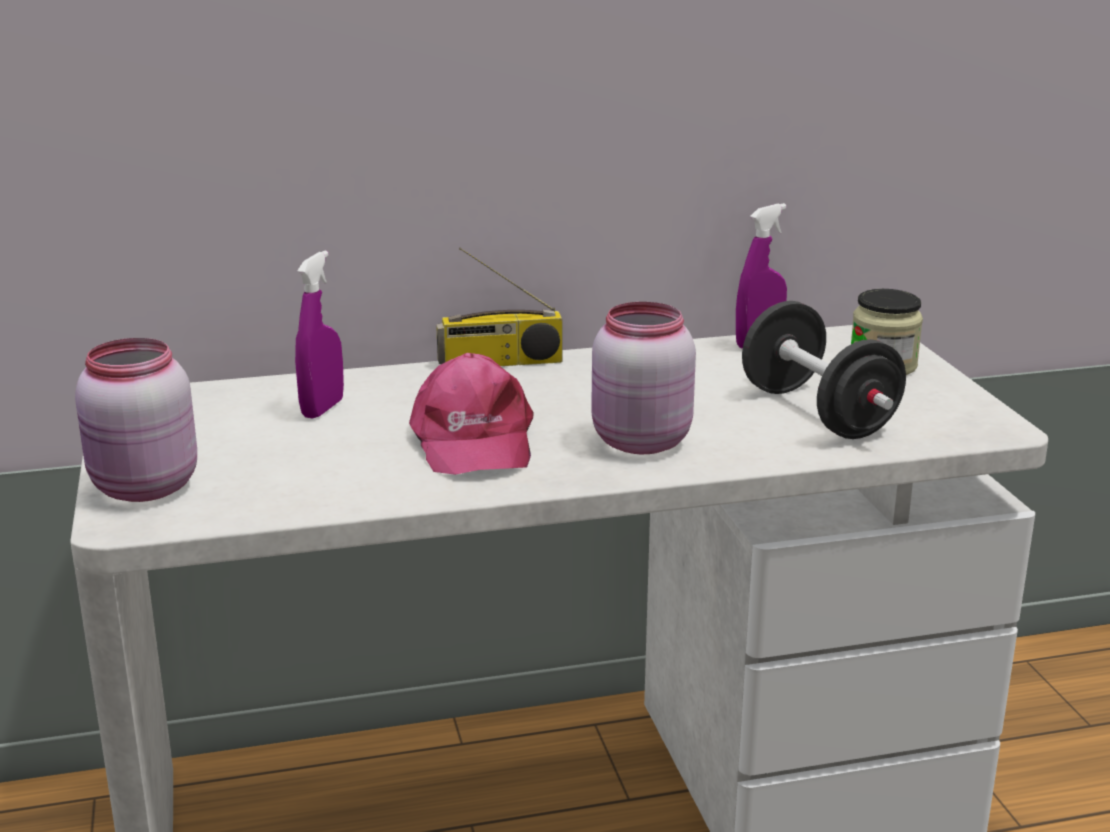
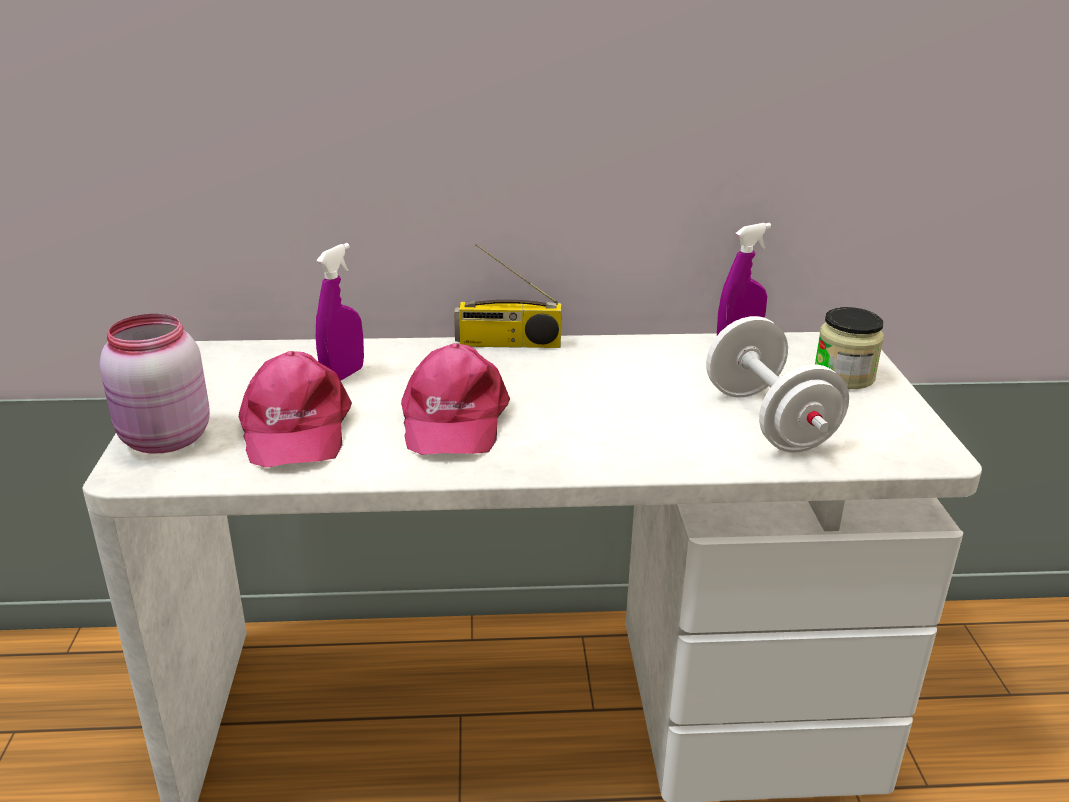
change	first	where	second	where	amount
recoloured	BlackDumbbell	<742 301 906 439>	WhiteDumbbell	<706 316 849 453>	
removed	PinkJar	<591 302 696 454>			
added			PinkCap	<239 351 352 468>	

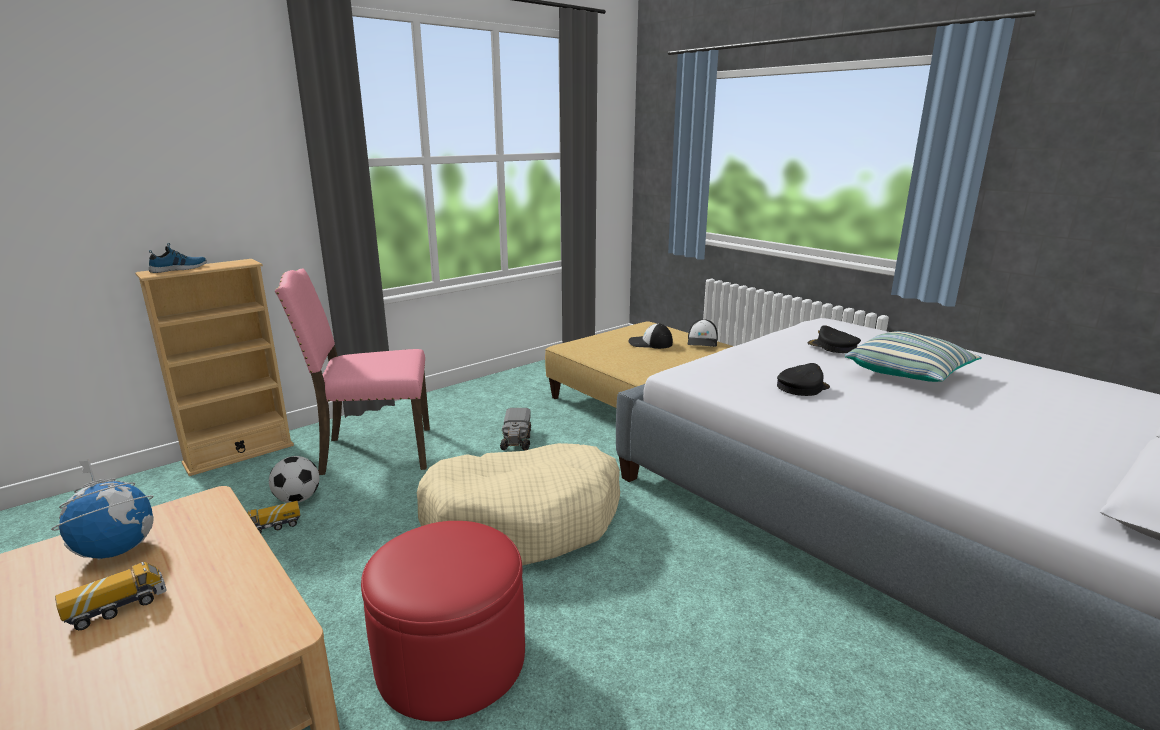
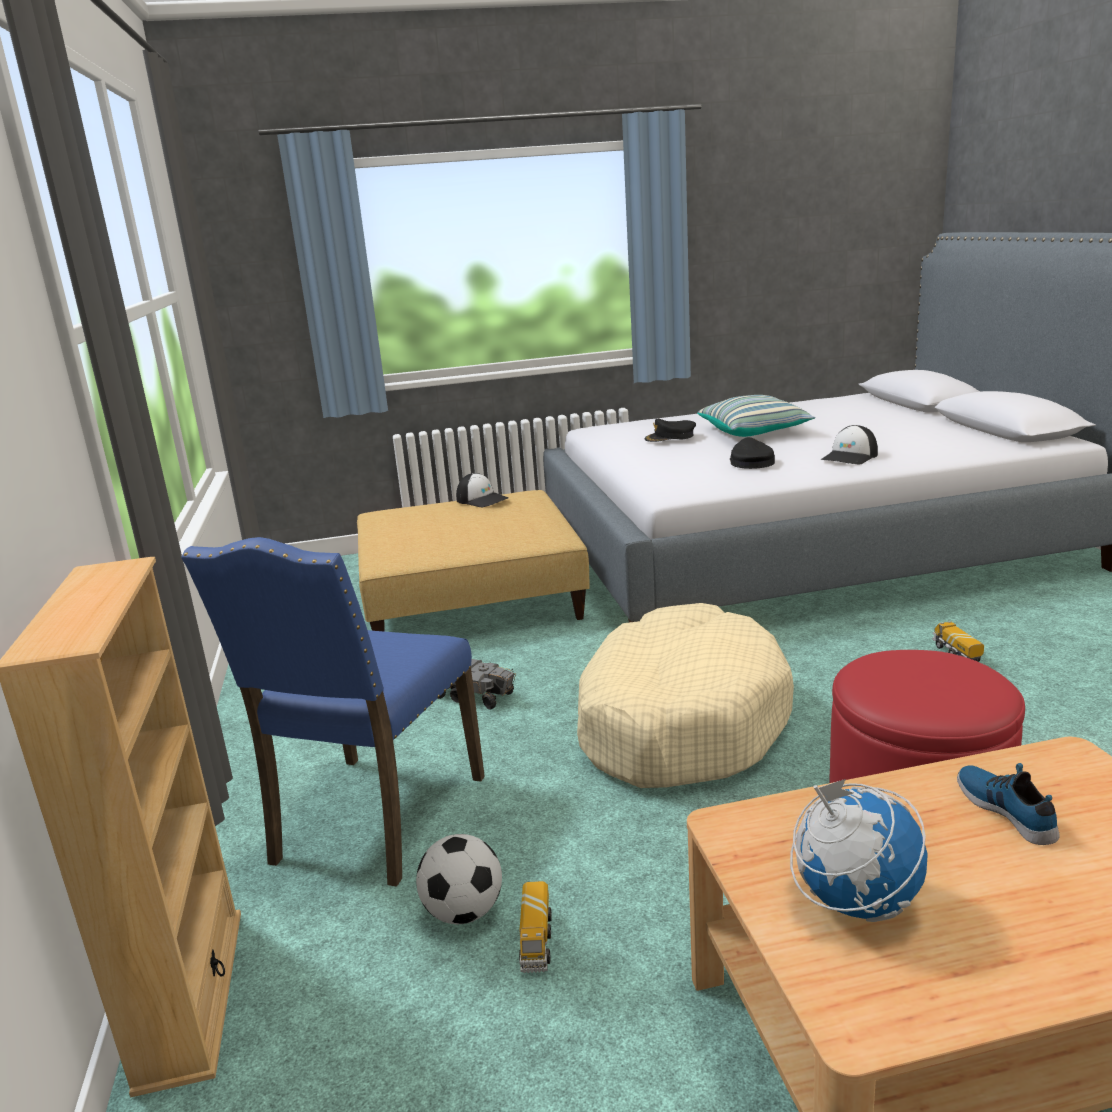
change	first	where	second	where	amount
moved	Shoe	<149 243 207 273>		<957 763 1059 845>	
recoloured	PinkChair	<275 269 430 475>	BlueChair	<181 537 485 887>	
moved	Cap	<628 324 673 349>		<821 425 878 465>	
moved	ToyTruck	<55 562 166 630>		<932 621 984 662>	

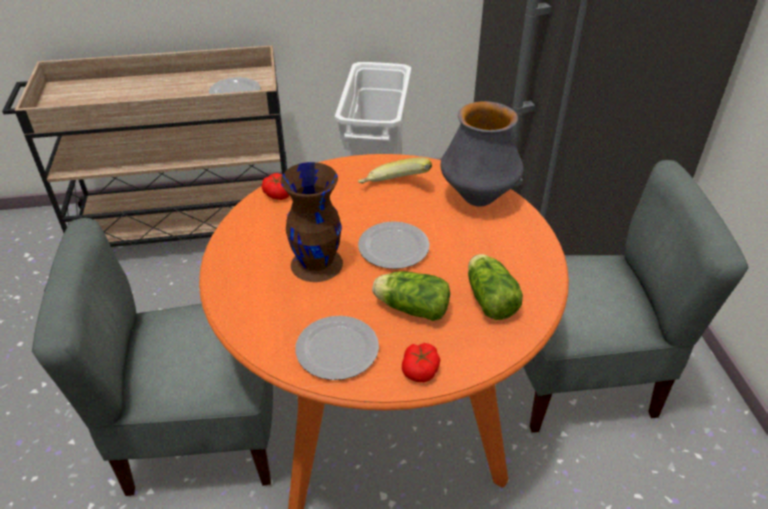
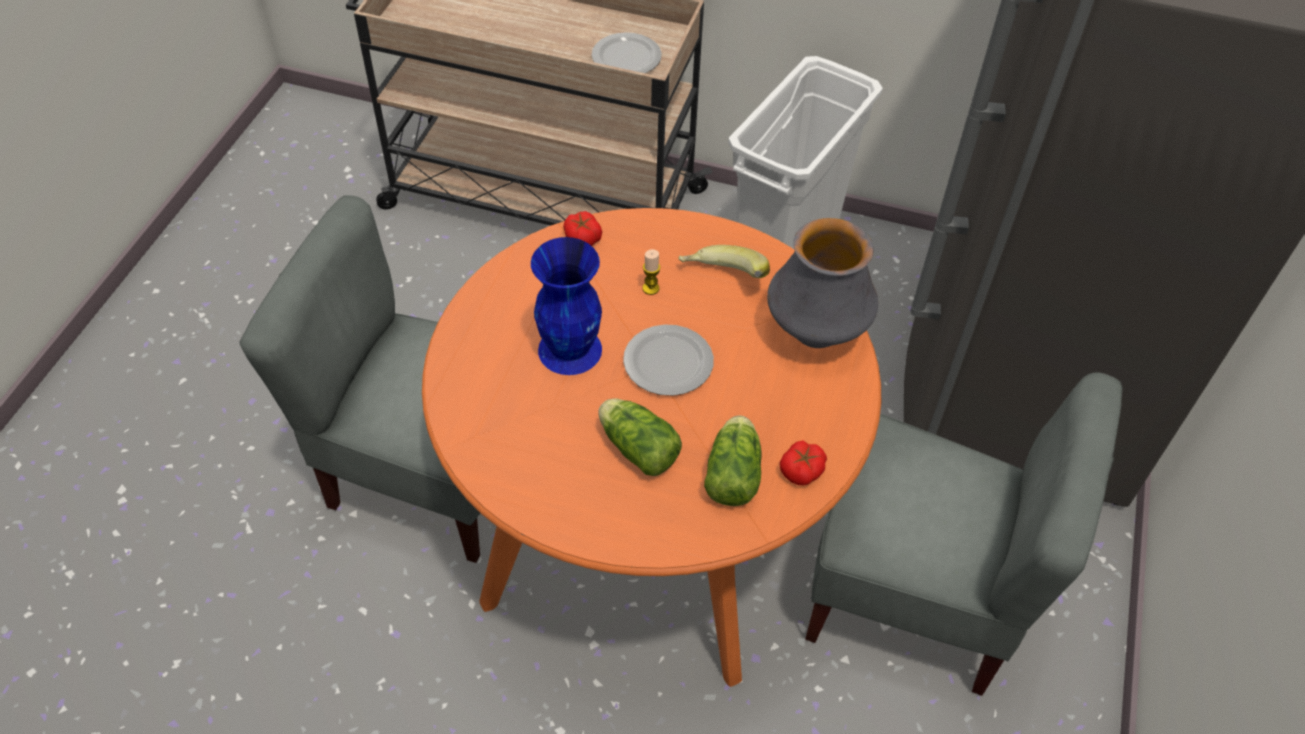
change	first	where	second	where	amount
recoloured	BrownVase	<281 162 343 282>	BlueVase	<531 237 602 375>	
removed	Plate	<295 316 379 380>			
moved	Tomato	<402 343 440 382>		<780 440 827 486>	
added			Candle	<642 249 660 295>	

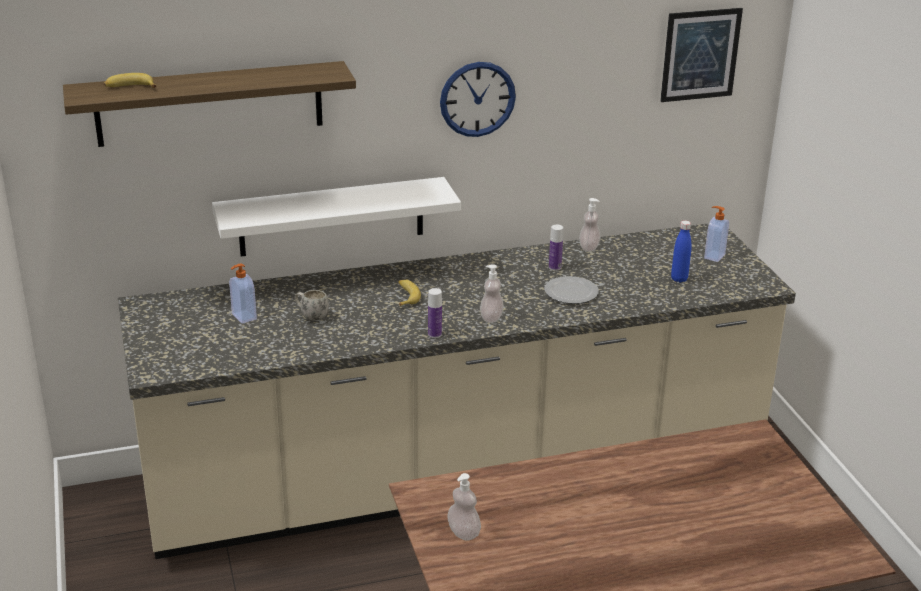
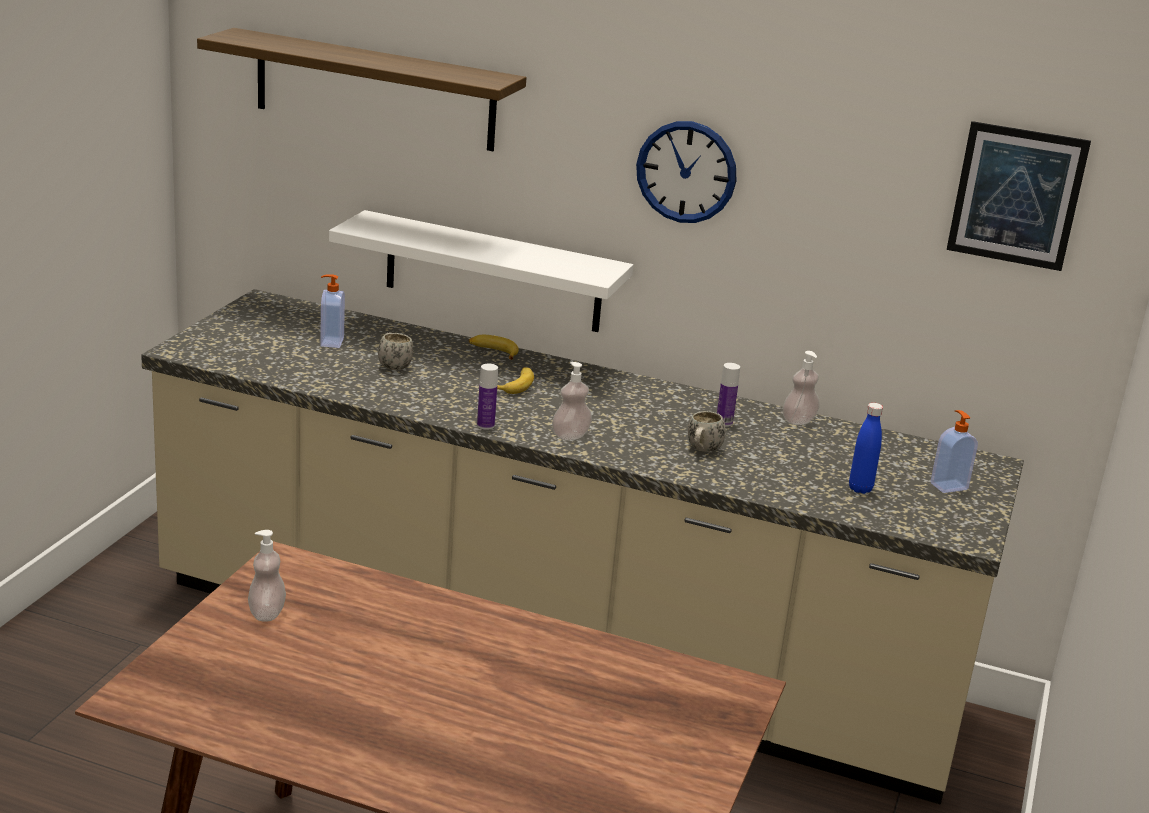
change	first	where	second	where	amount
moved	Banana	<104 73 156 88>		<469 335 519 360>	
replaced	Plate	<544 276 599 304>	WhiteMug	<688 411 725 452>	

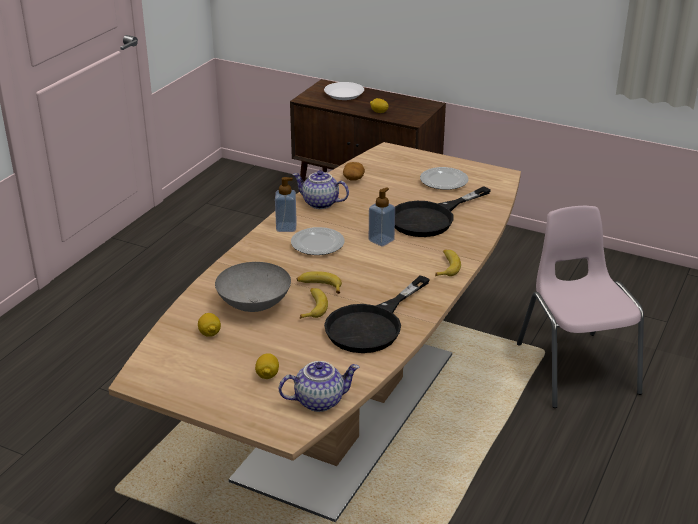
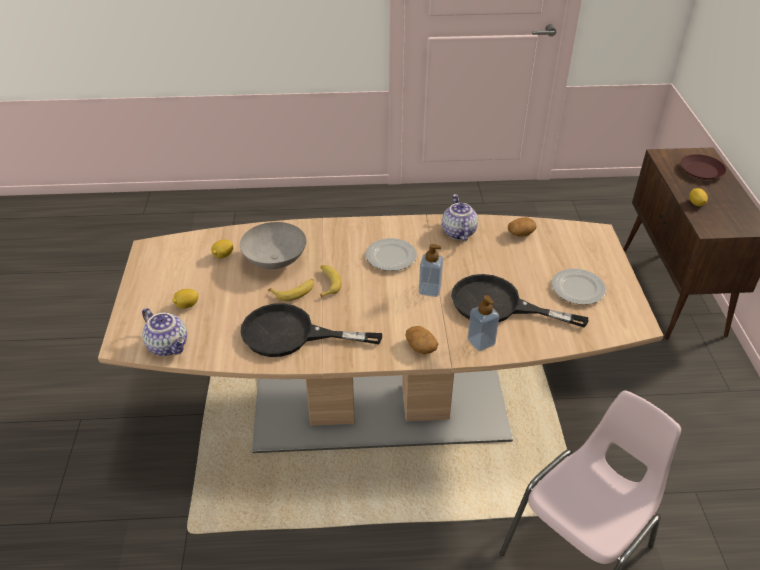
change	first	where	second	where	amount
recoloured	WhitePlate	<324 82 364 100>	BrownPlate	<680 154 726 180>	
moved	SoapDispenser	<275 177 297 232>		<467 295 499 351>	
replaced	Banana	<435 249 461 276>	Potato	<406 326 438 354>	

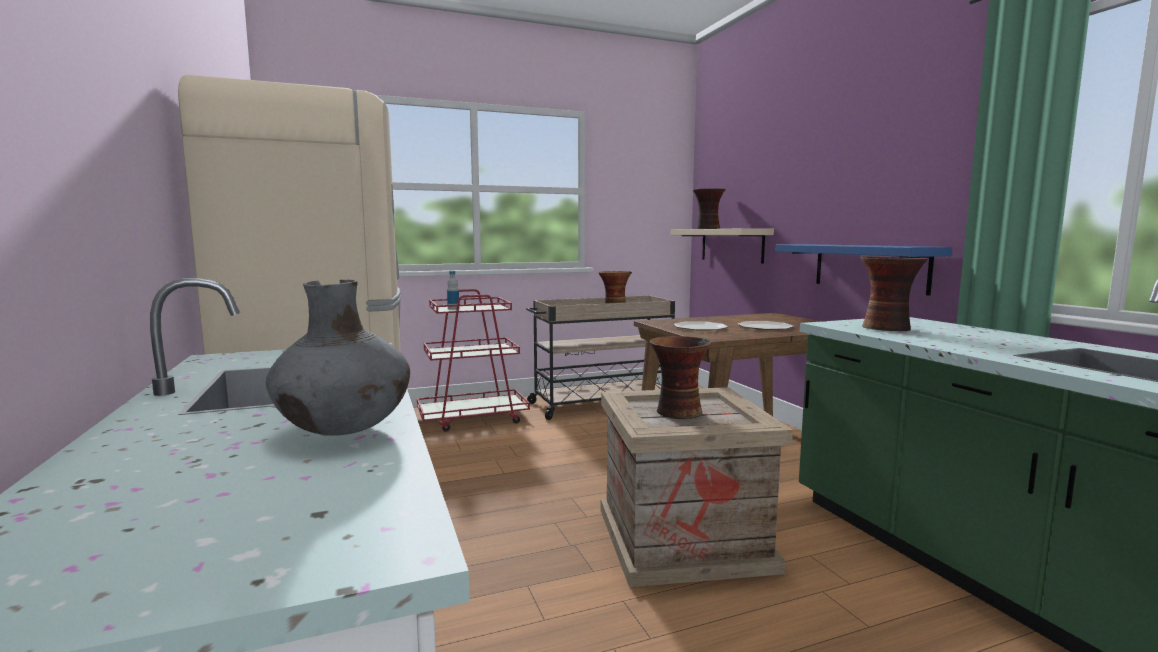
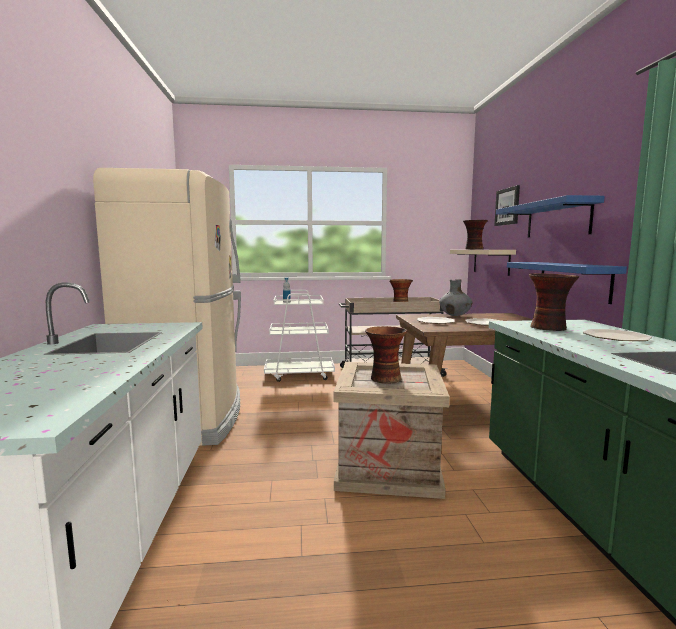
change	first	where	second	where	amount
moved	GreyVase	<266 280 410 436>		<439 279 472 316>	
recoloured	RedCart	<417 289 530 432>	WhiteCart	<264 290 335 382>	
added			Picture	<494 185 520 226>	
added			BlueShelf	<496 195 605 238>	
added			Plate	<582 329 652 341>	

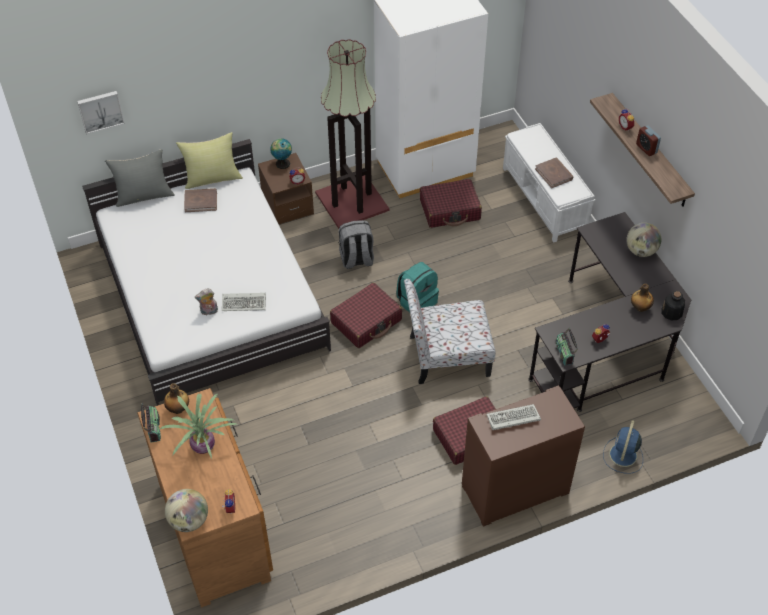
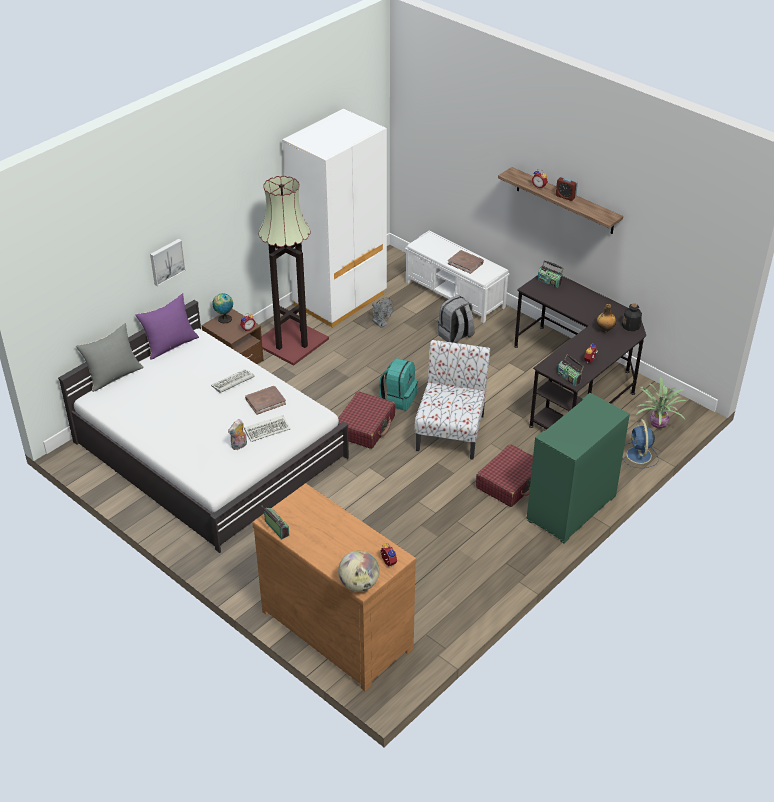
change	first	where	second	where	amount
moved	Picture	<77 91 125 134>		<150 239 186 286>	
recoloured	YellowPillow	<176 132 243 189>	PurplePillow	<135 293 199 360>	
replaced	RedSuitcase	<420 179 482 228>	GreyFan	<372 298 394 328>	
moved	BrownBook	<184 188 217 212>		<245 386 286 415>	
moved	GreyBackpack	<339 220 374 269>		<438 295 475 343>	
removed	Globe	<626 223 661 257>			
turned	Chair	<404 279 496 384>		<415 340 490 460>	135 degrees clockwise
removed	Bottle	<164 383 189 414>			
recoloured	BrownCabinet	<462 385 585 527>	GreenCabinet	<527 393 630 543>	
moved	PottedPlant	<160 393 237 458>		<636 377 687 428>	
moved	Keyboard	<486 404 541 430>		<211 369 254 393>	
added			Radio	<538 260 564 288>	

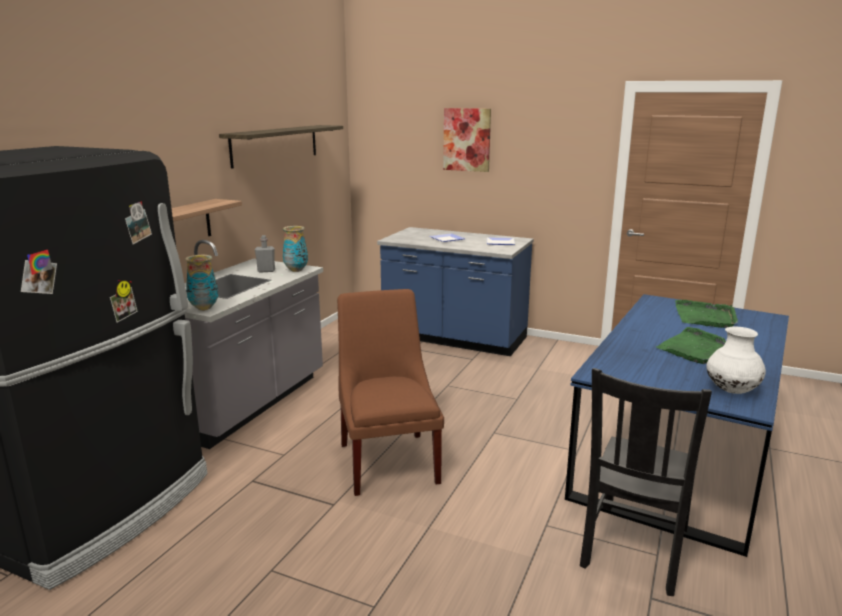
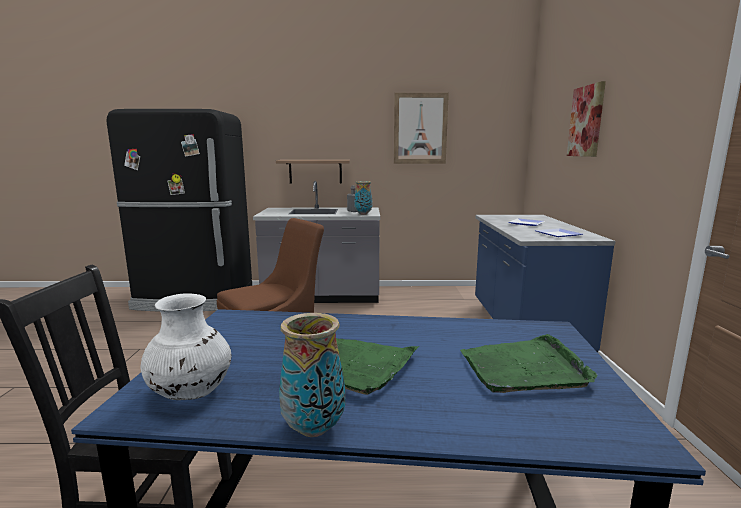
change	first	where	second	where	amount
replaced	Shelf	<219 125 343 169>	Picture	<394 93 449 164>	
moved	Vase	<185 255 218 310>		<279 313 346 437>	

